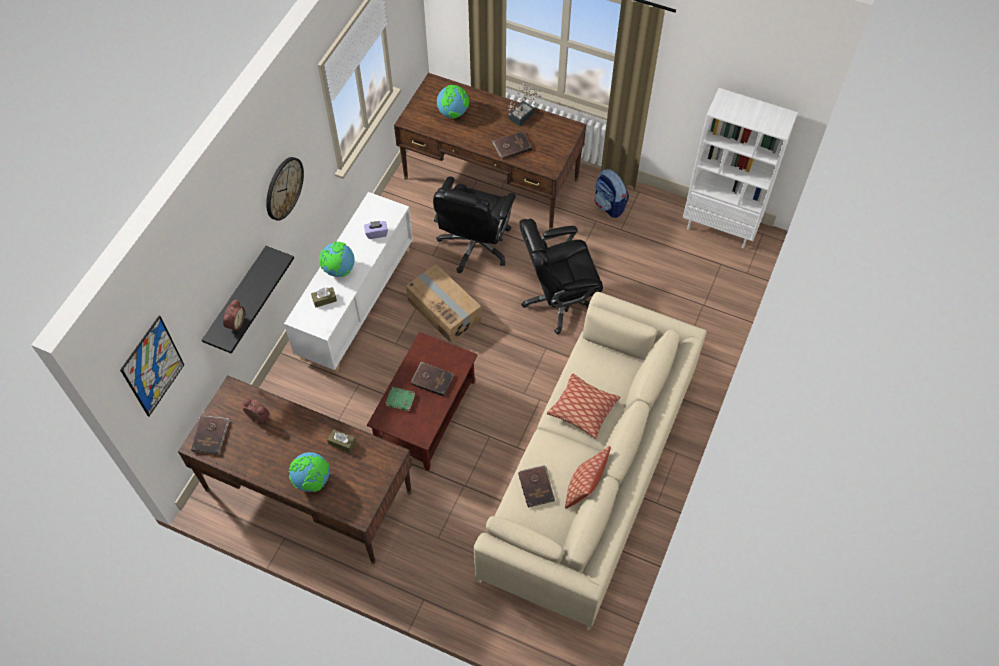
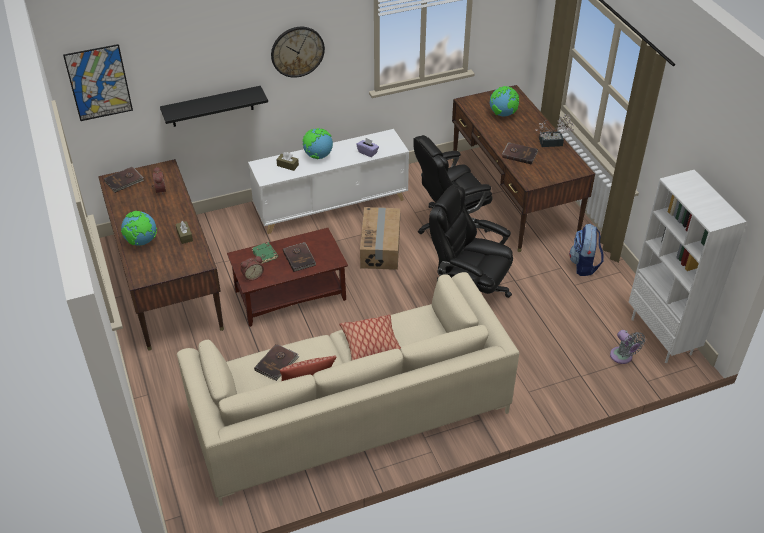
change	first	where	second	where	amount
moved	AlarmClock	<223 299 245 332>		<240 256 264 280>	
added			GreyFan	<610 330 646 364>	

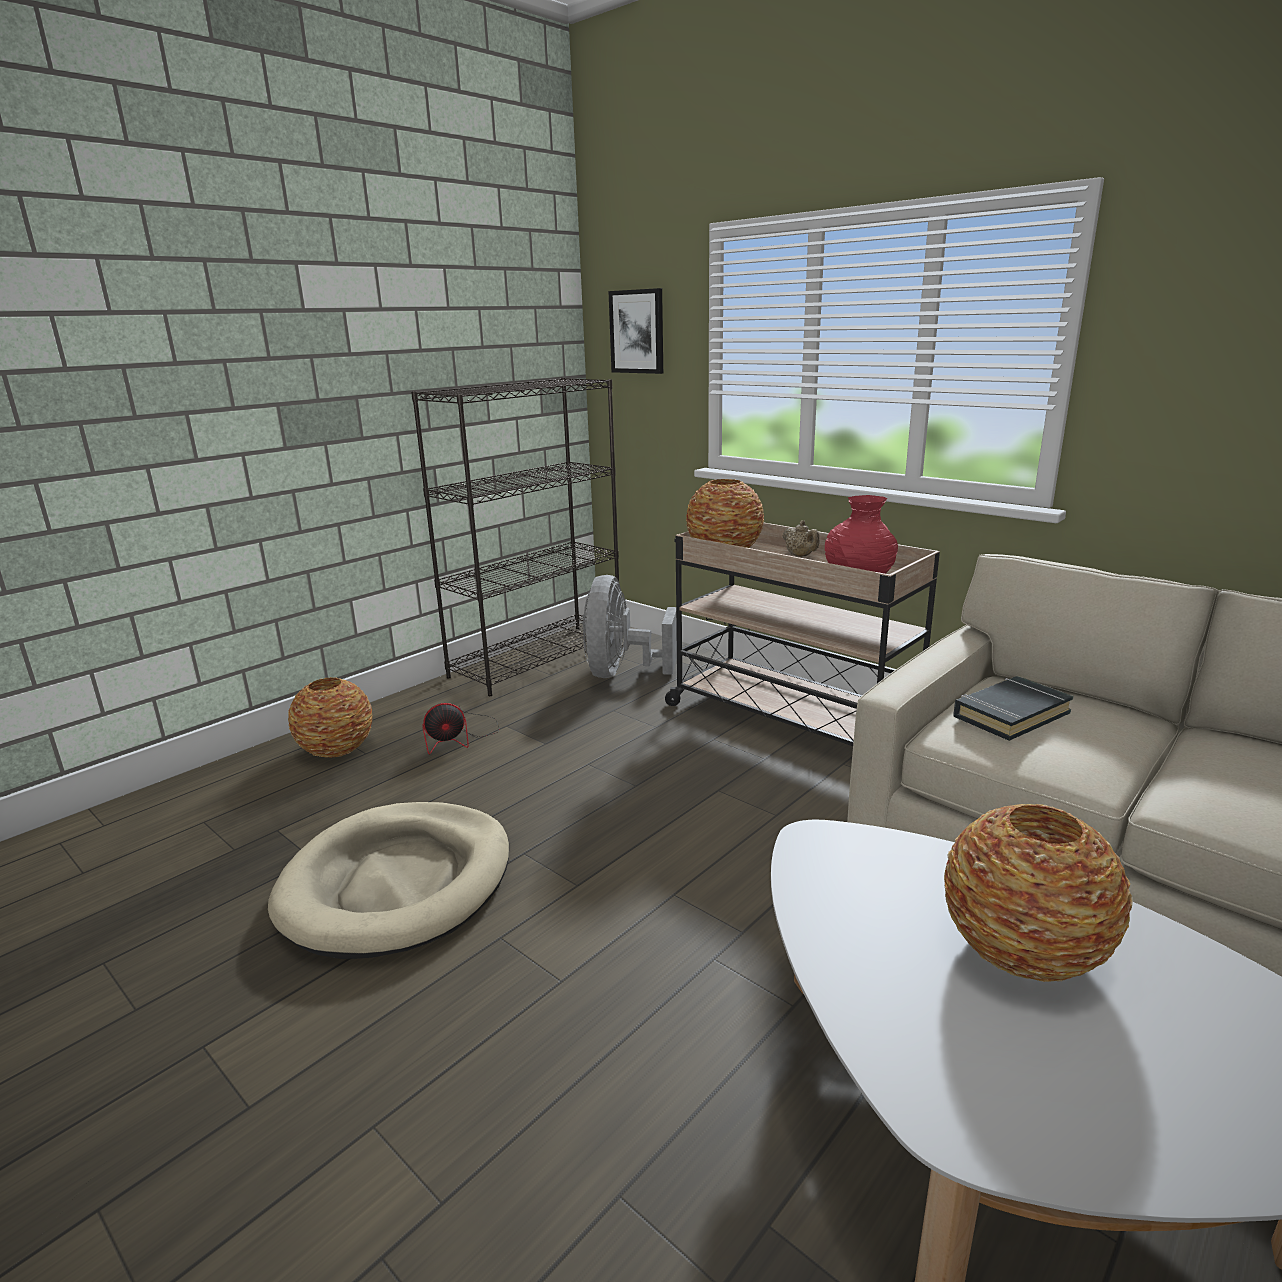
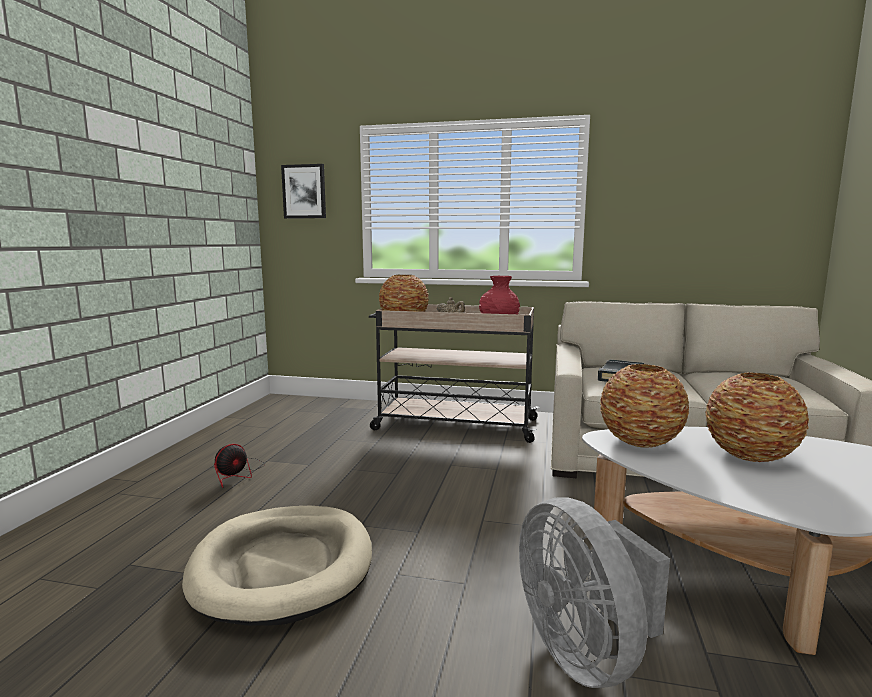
change	first	where	second	where	amount
removed	BlackBookcase	<411 378 619 696>			
moved	GreyFan	<583 575 677 678>		<519 497 670 688>	
moved	Vase	<288 677 373 758>		<600 364 689 448>	

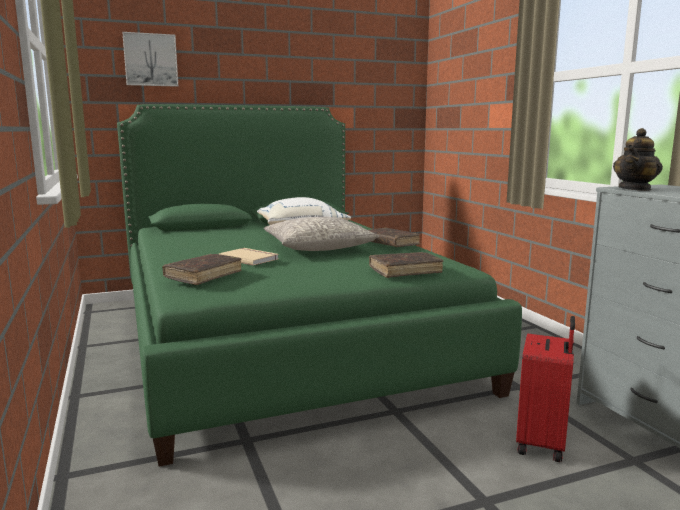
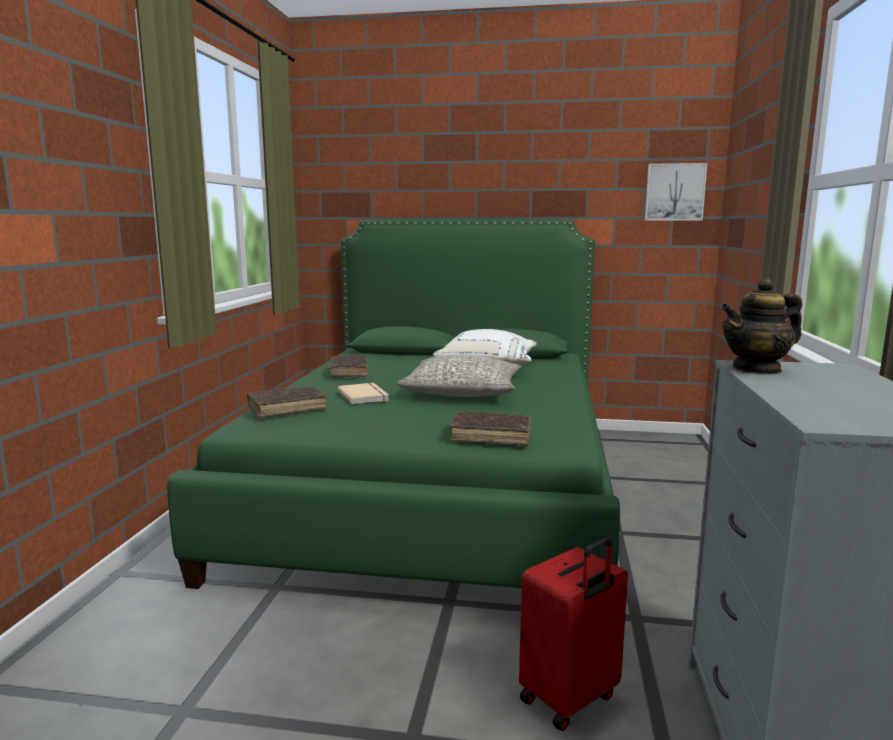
change	first	where	second	where	amount
moved	Picture	<122 32 178 87>		<645 163 707 221>	
moved	BrownBook	<369 227 420 247>		<329 355 368 377>	

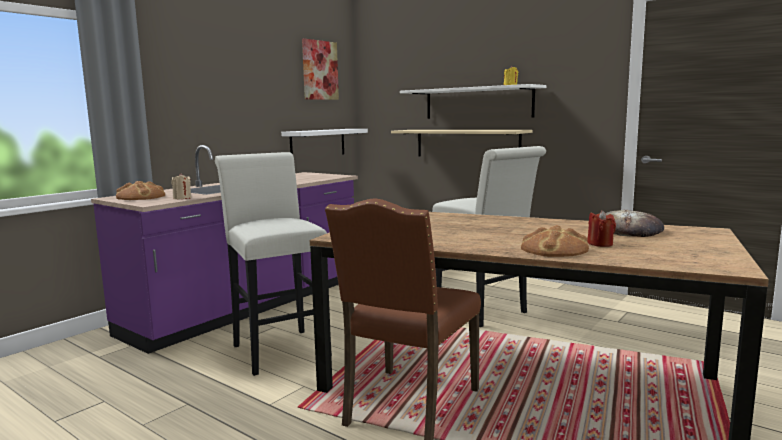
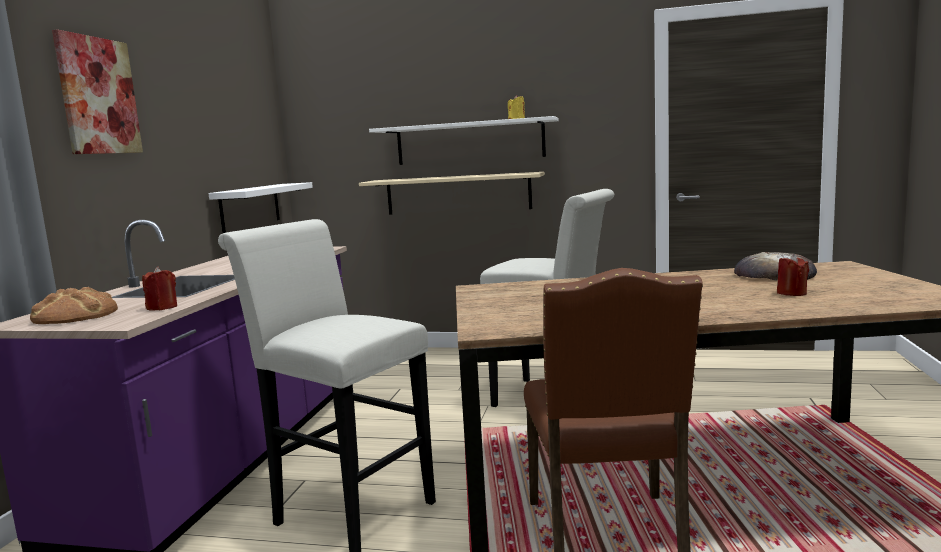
change	first	where	second	where	amount
moved	Picture	<302 38 339 100>		<52 29 143 154>	
recoloured	BeigeCandle	<172 173 191 199>	RedCandle	<142 266 177 311>	
removed	Bread	<521 225 589 257>			

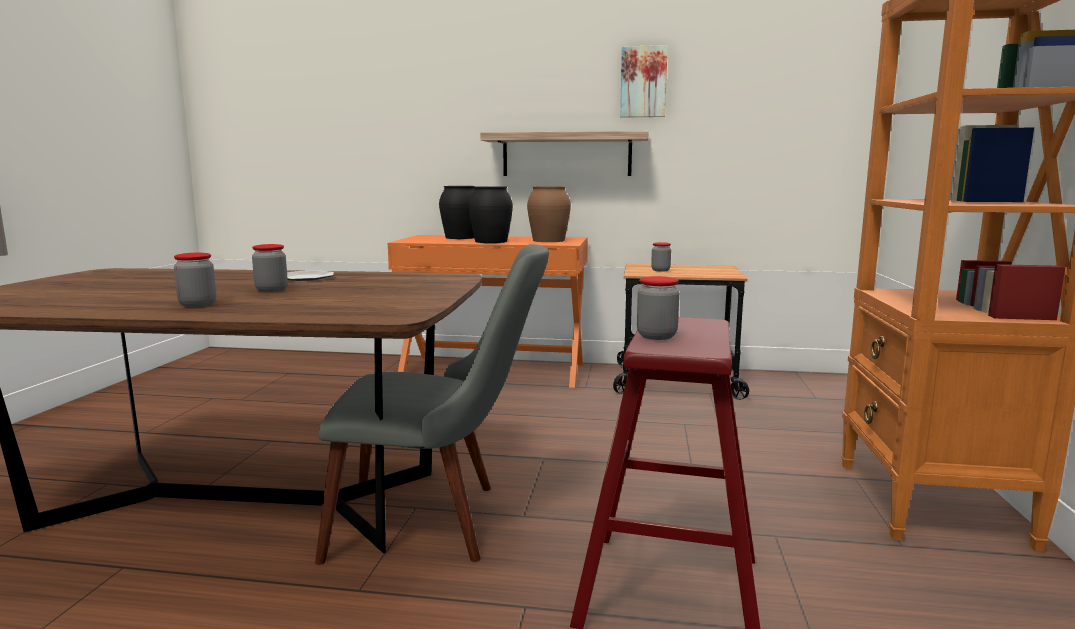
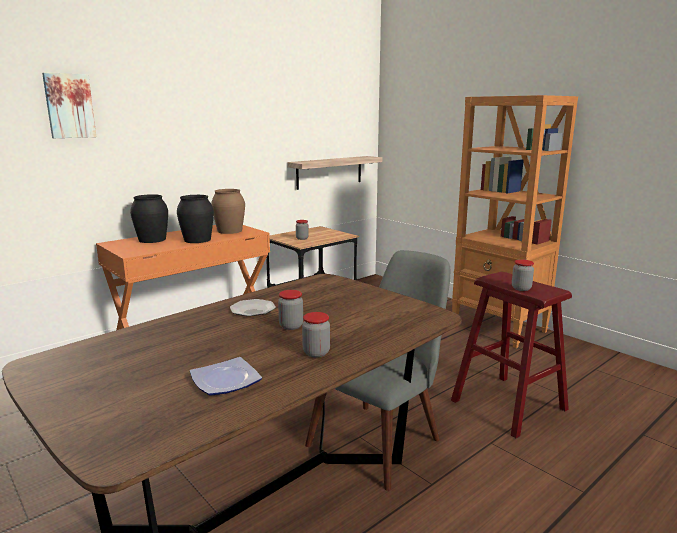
change	first	where	second	where	amount
moved	Picture	<620 45 668 118>		<42 73 96 138>	
moved	Shelf	<481 131 649 176>		<287 156 382 190>	
added			Plate	<190 357 262 396>	

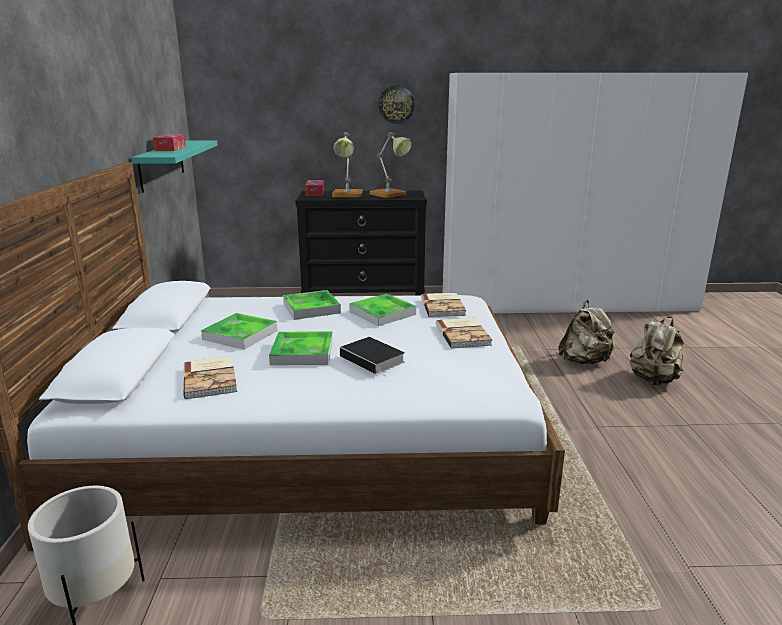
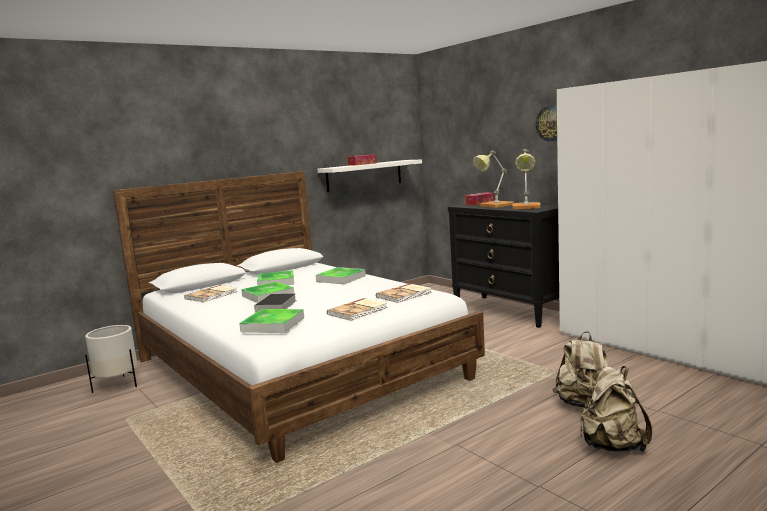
change	first	where	second	where	amount
recoloured	TurquoiseShelf	<131 141 218 193>	WhiteShelf	<318 160 422 192>	
moved	Tray	<349 293 416 326>		<239 309 304 333>	

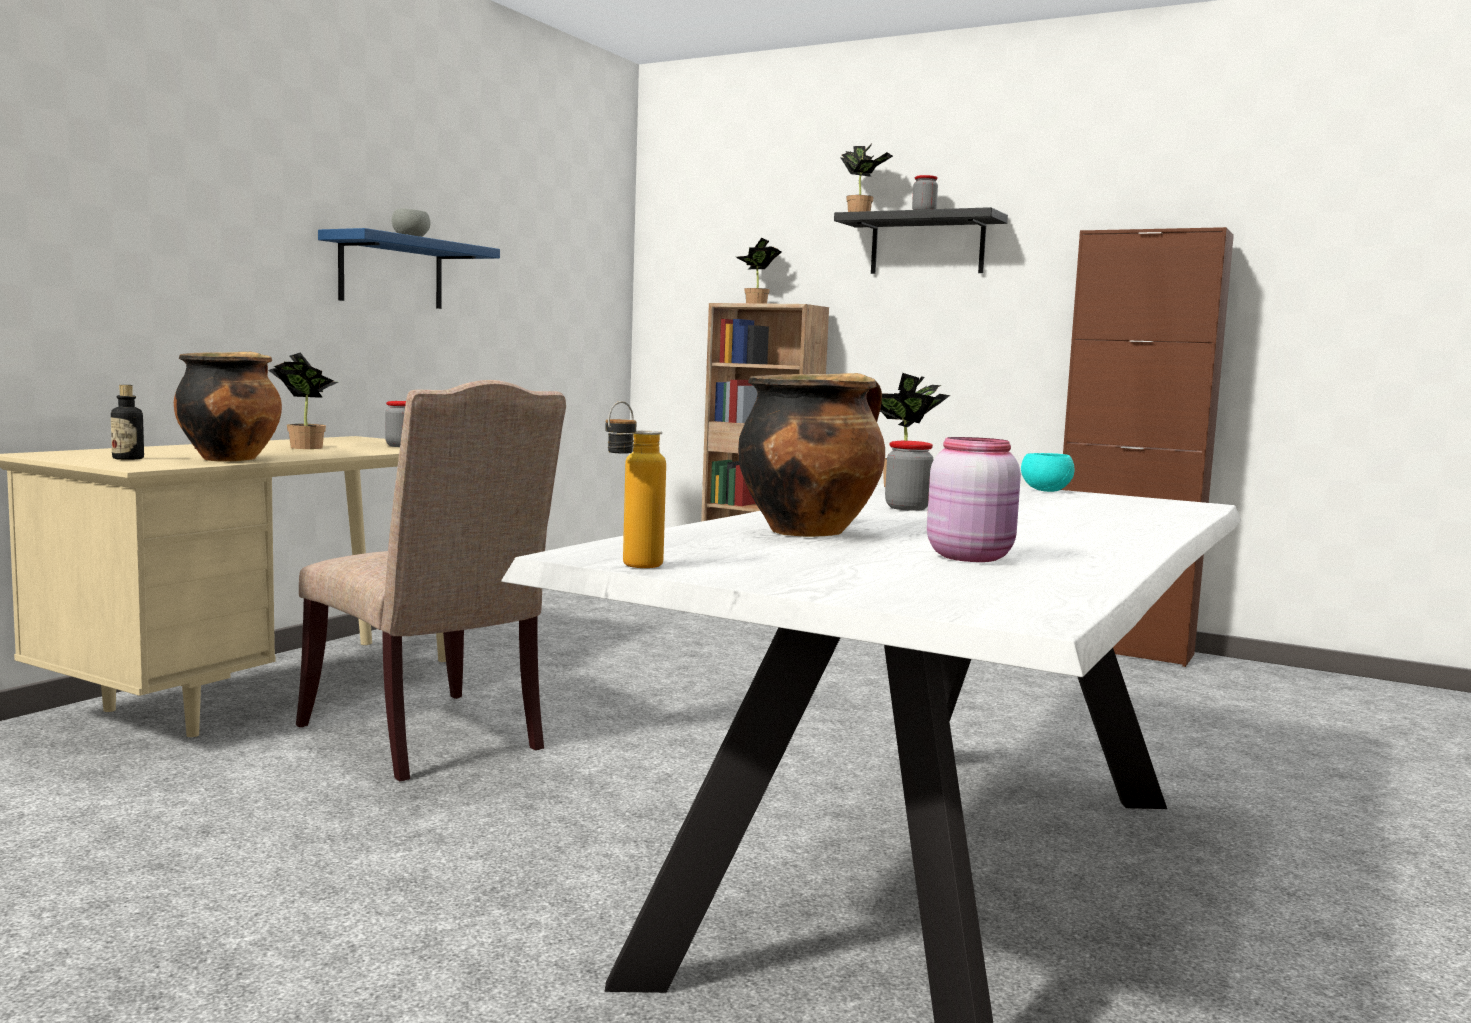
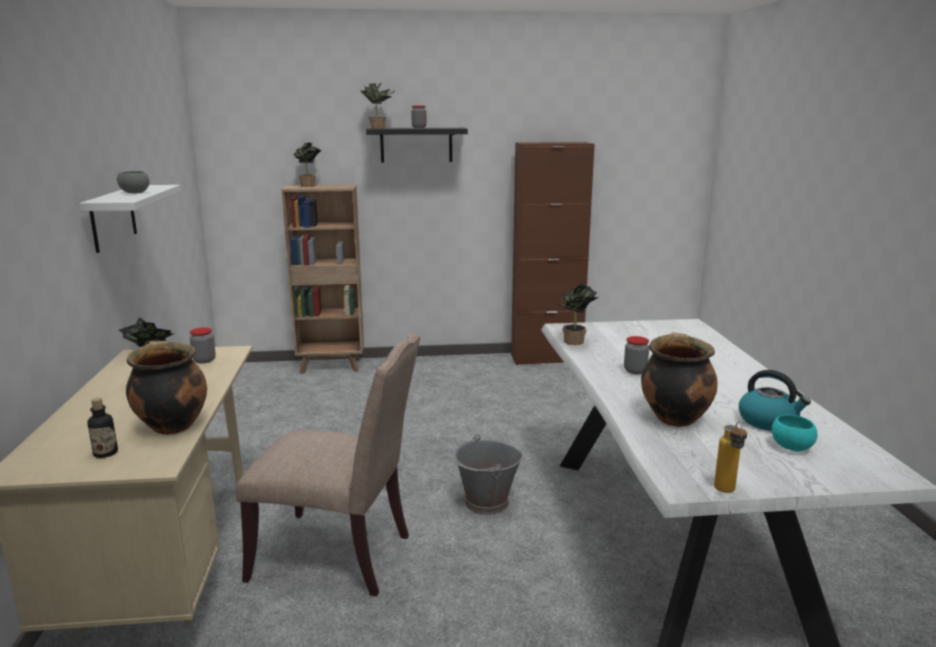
change	first	where	second	where	amount
recoloured	BlueShelf	<318 228 500 309>	WhiteShelf	<79 185 181 253>	
replaced	PinkJar	<927 437 1021 562>	Kettle	<739 370 811 431>	
moved	TurquoiseBowl	<1021 453 1074 492>		<772 415 818 451>	
added			GreyBucket	<453 434 524 515>	

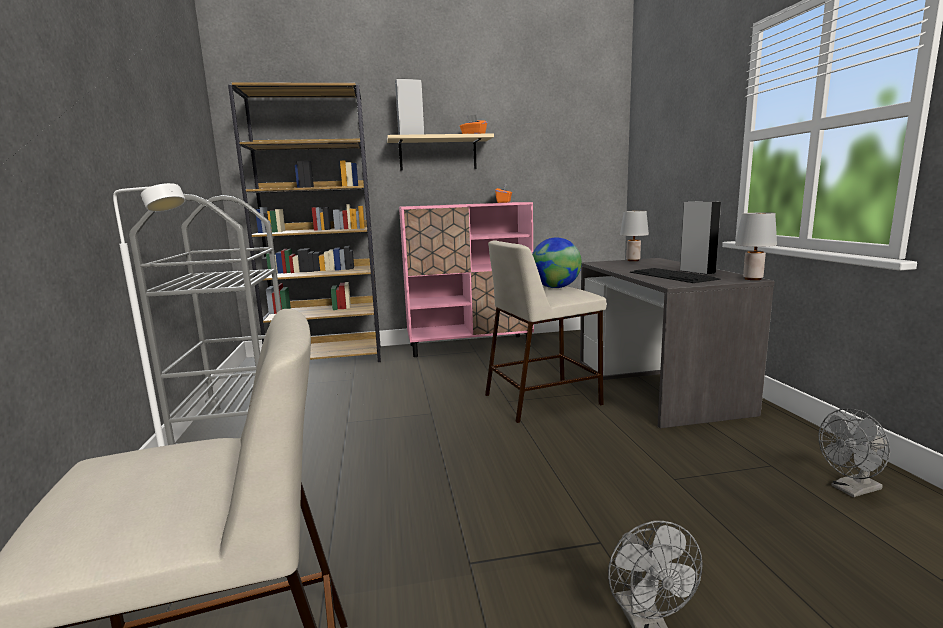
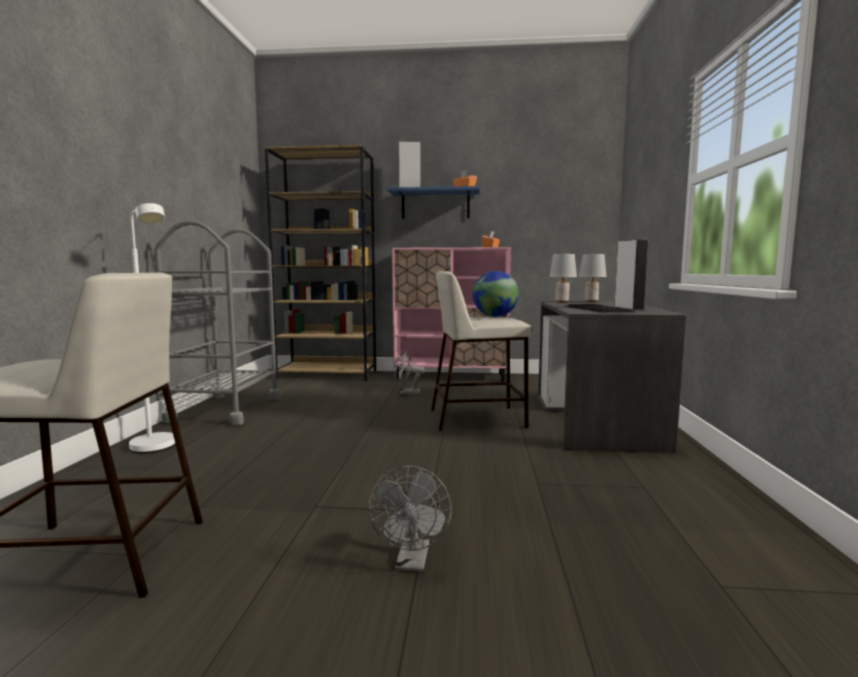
change	first	where	second	where	amount
recoloured	BeigeShelf	<387 133 494 171>	BlueShelf	<387 186 480 219>	
moved	GreyTableLamp	<735 213 777 280>		<549 254 577 302>	
moved	GreyFan	<818 408 890 497>		<394 350 425 395>	

